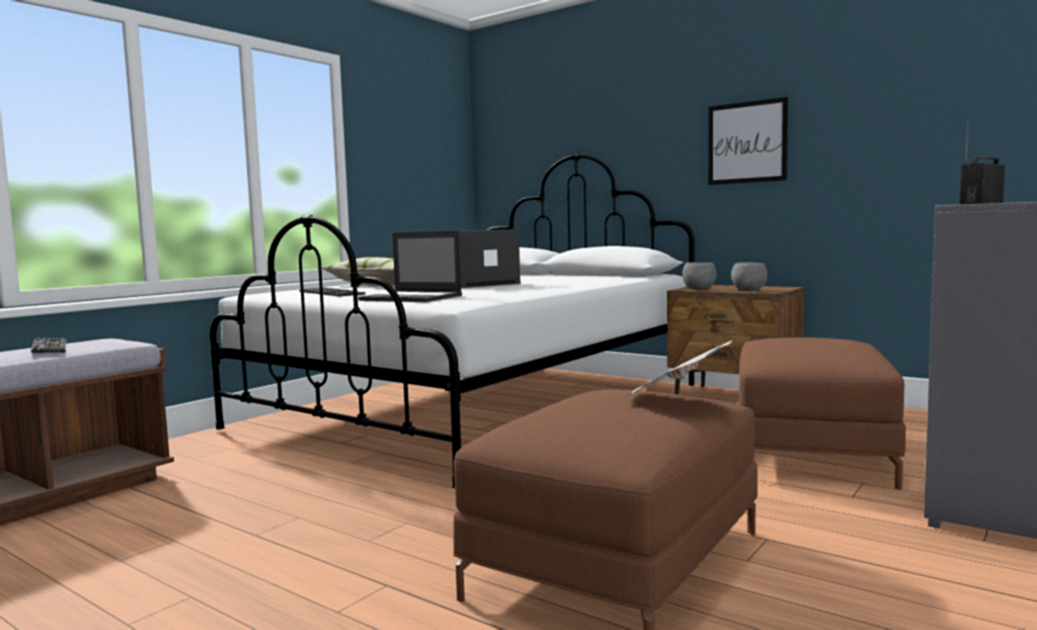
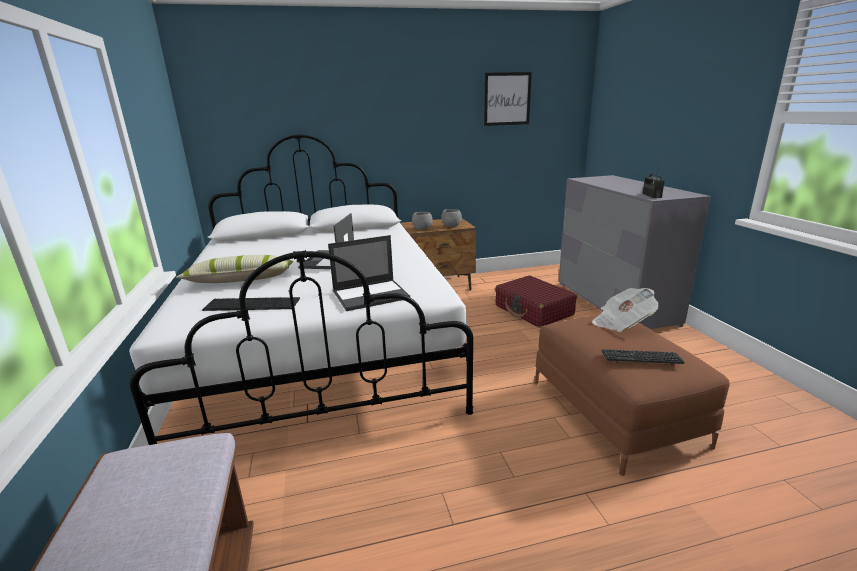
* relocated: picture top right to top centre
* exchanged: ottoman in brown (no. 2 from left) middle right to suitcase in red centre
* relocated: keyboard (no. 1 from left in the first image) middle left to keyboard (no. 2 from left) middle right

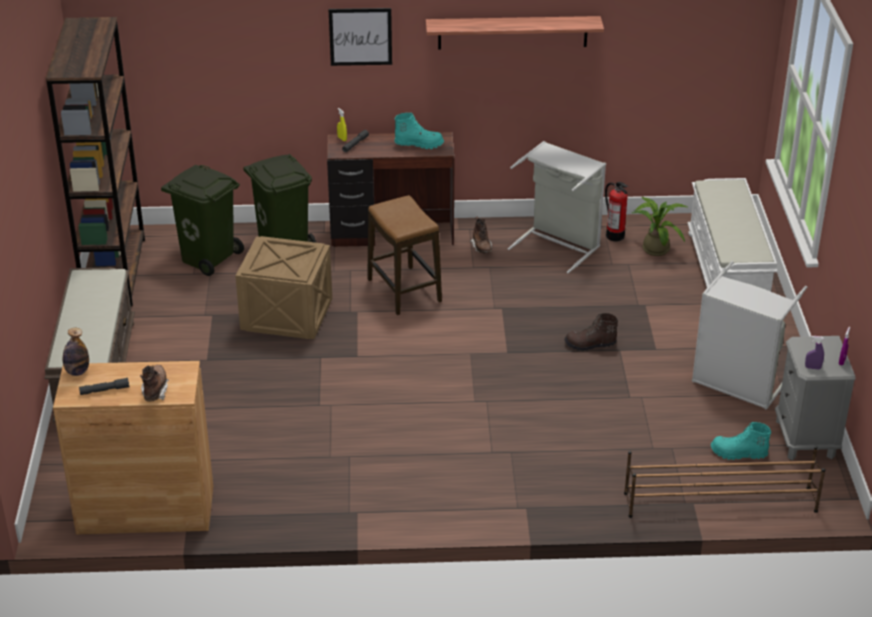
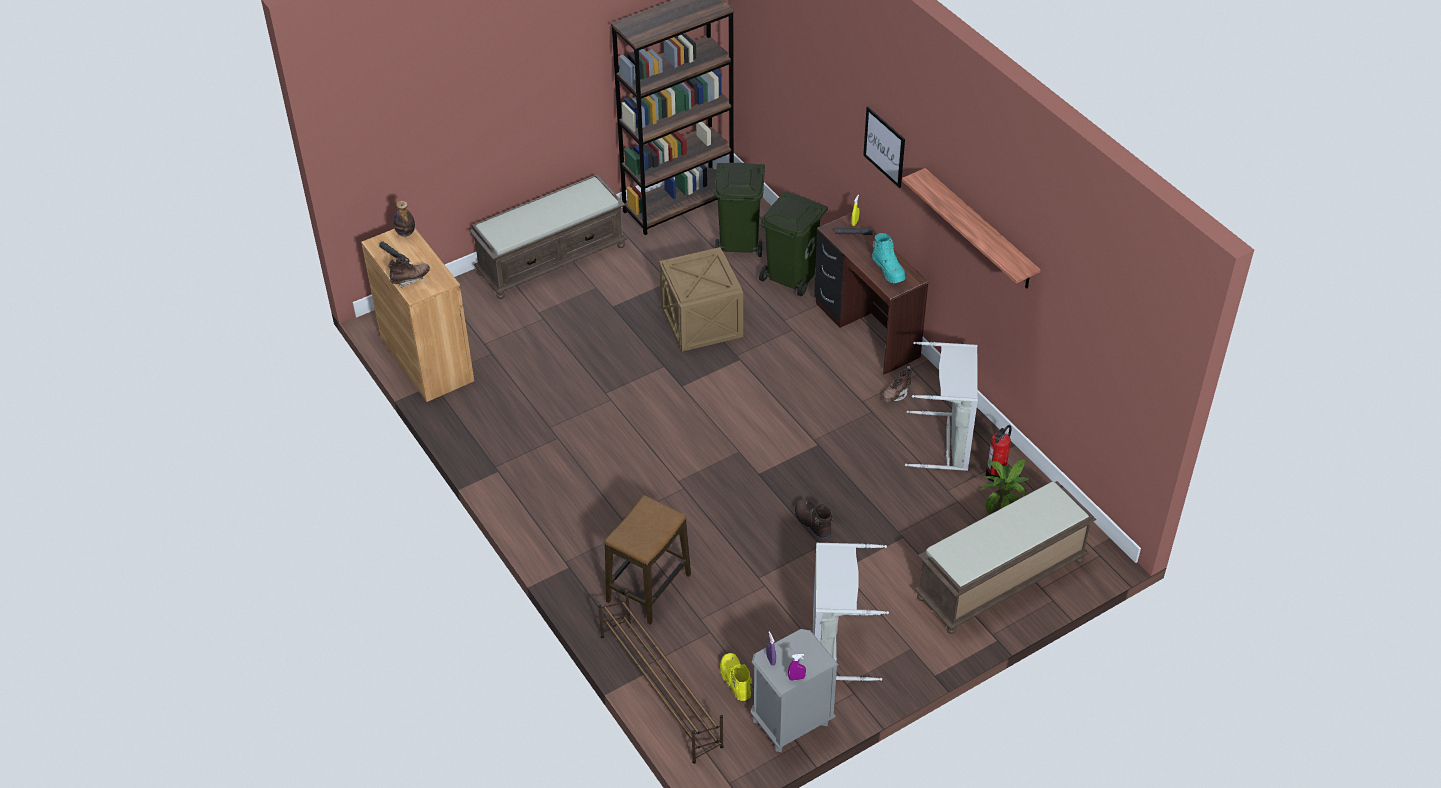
* relocated: stool centre to bottom centre
* colour: boot in turquoise (no. 2 from left) bottom right to boot in yellow bottom centre
* colour: bench in white middle right to bench in brown (no. 2 from left) bottom right

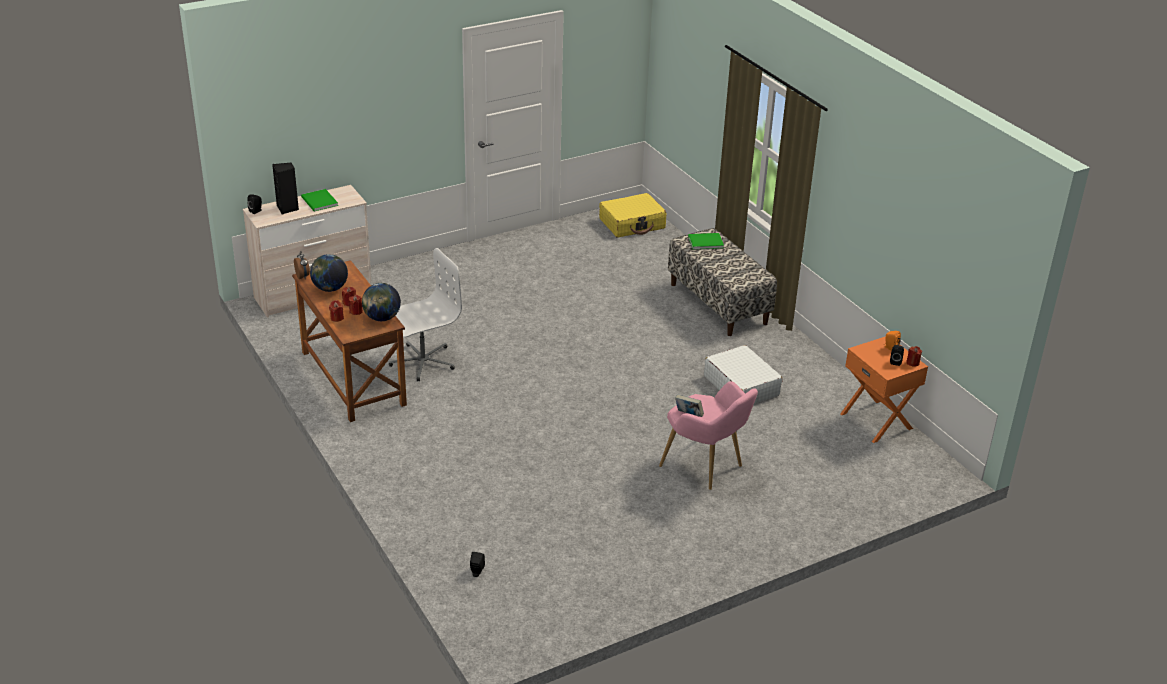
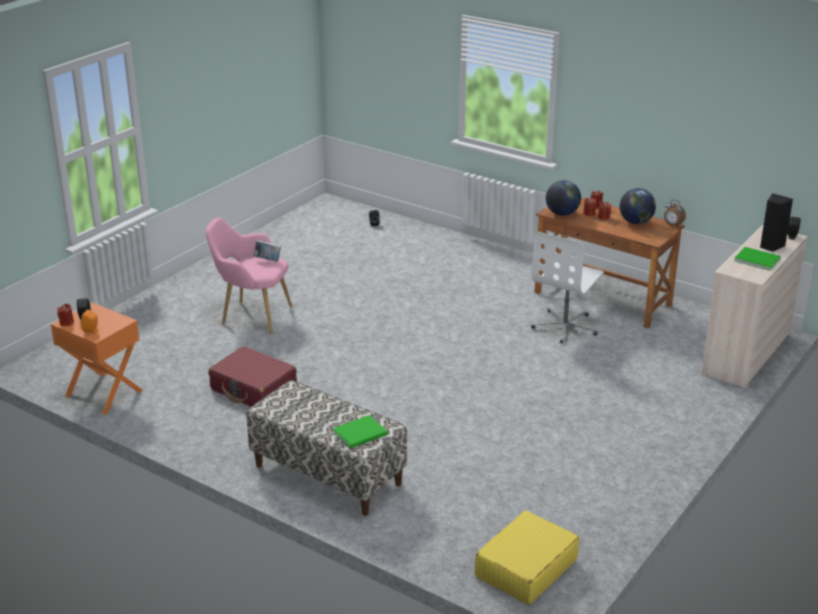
* colour: suitcase in white centre to suitcase in red middle left

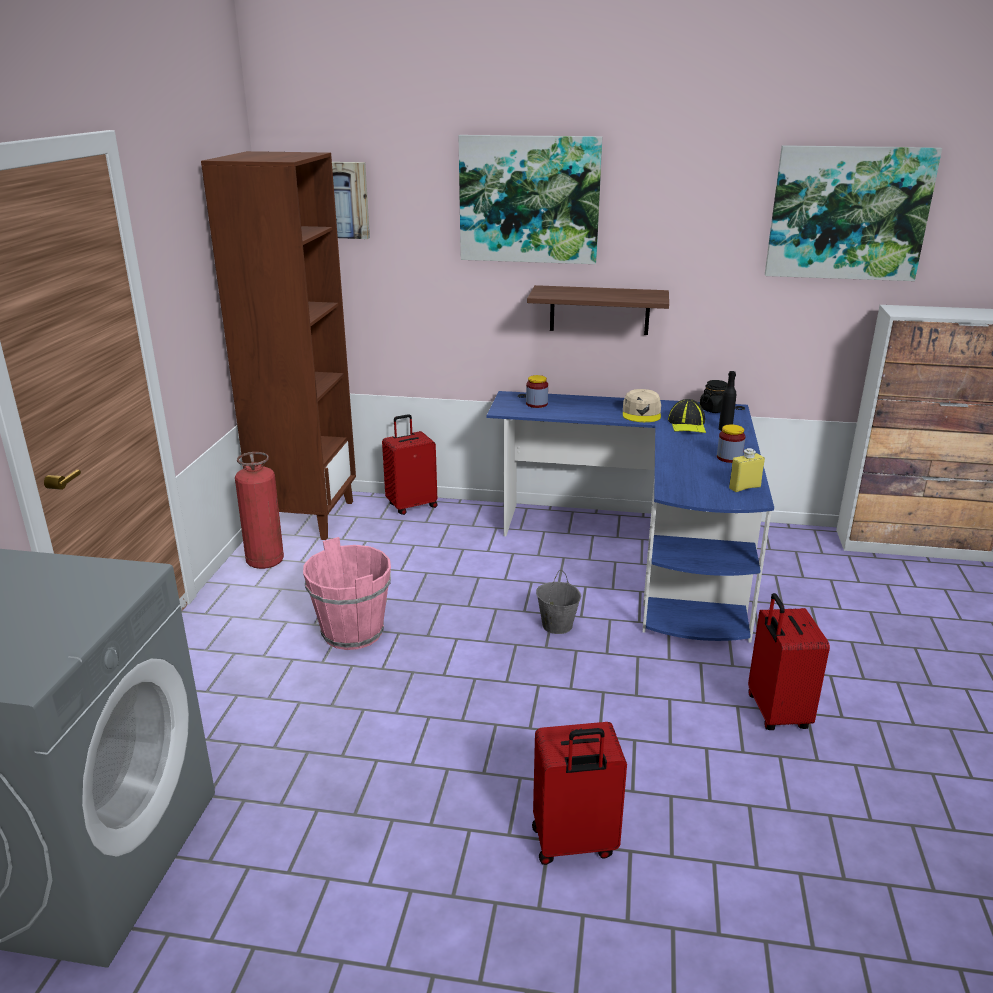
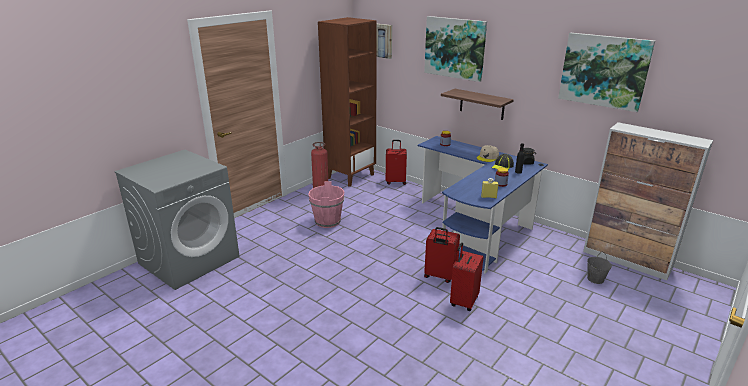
* relocated: suitcase in red (no. 2 from left) bottom centre to centre
* relocated: bucket in grey centre to bottom right

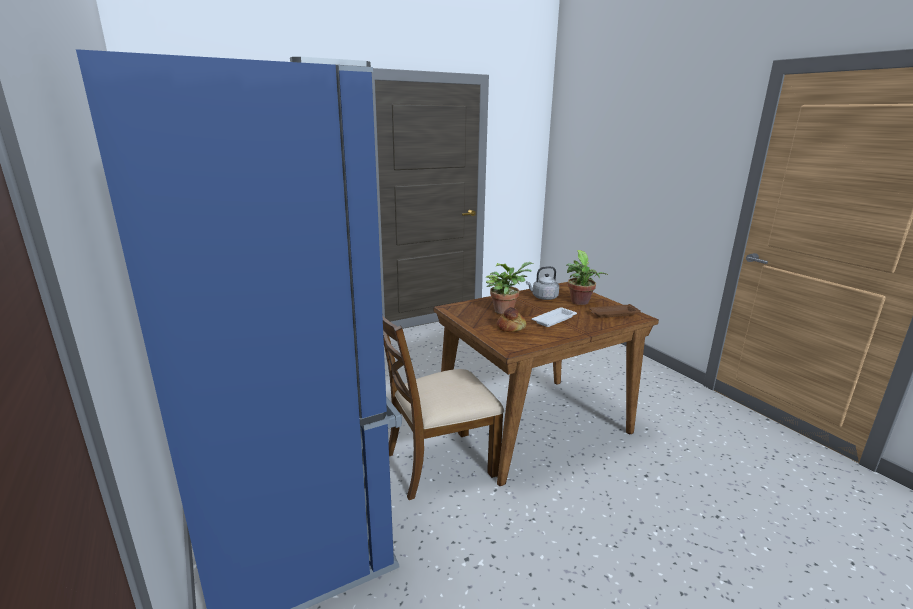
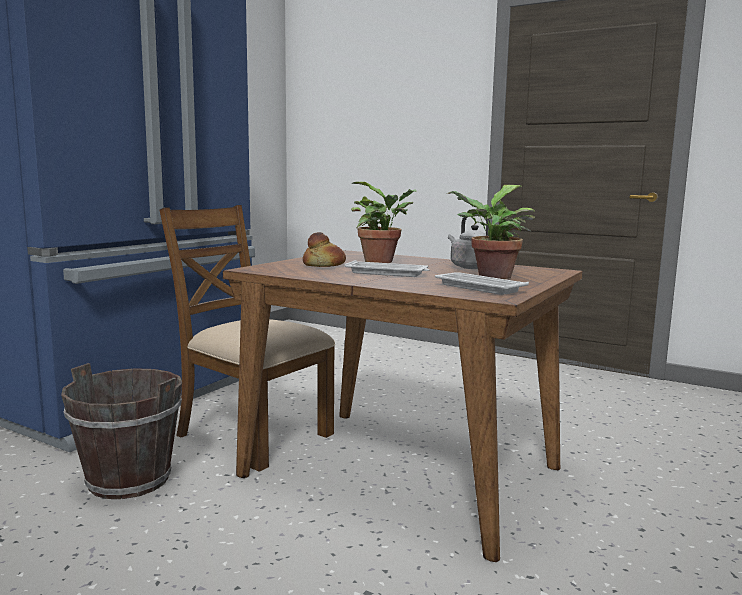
* appeared: bucket in brown bottom left
* colour: tray in brown middle right to tray in white (no. 2 from left) centre

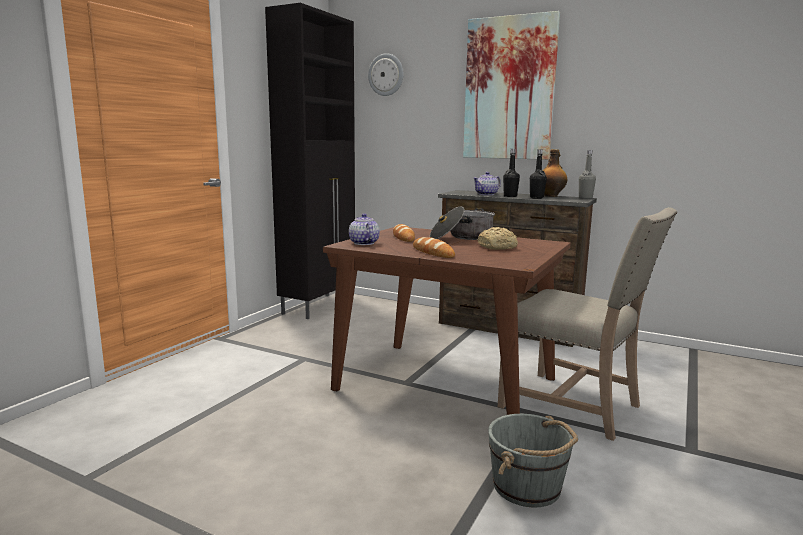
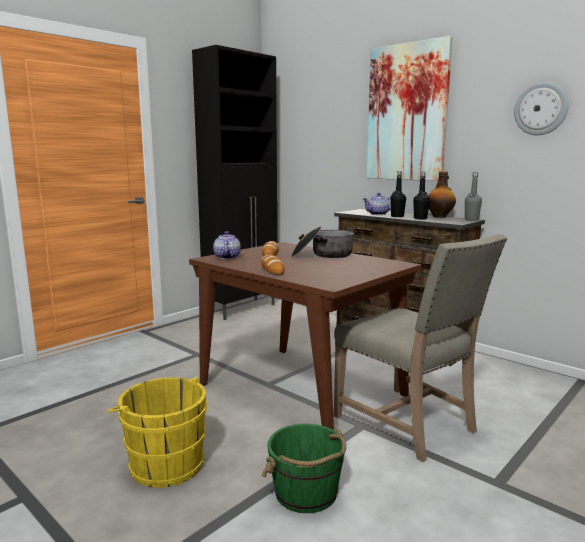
* appeared: bucket in yellow bottom left
* colour: bucket in grey bottom centre to bucket in green bottom centre
* relocated: wall clock top centre to top right
* missing: bread (no. 3 from left) centre

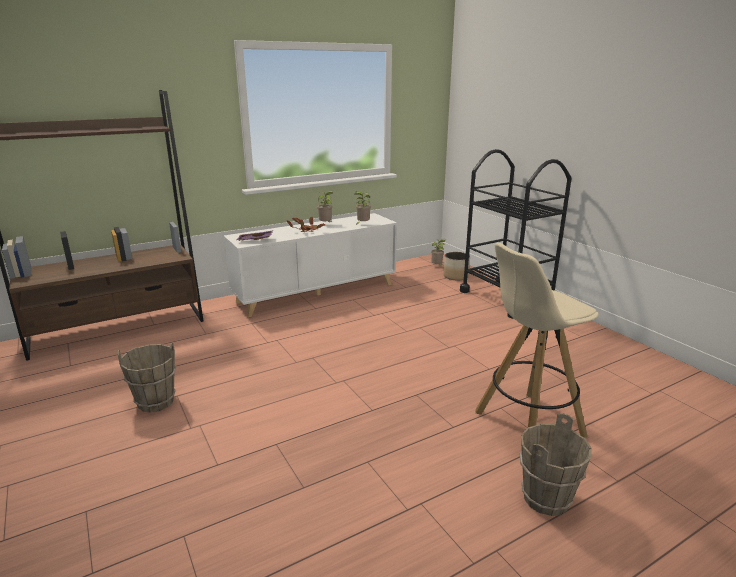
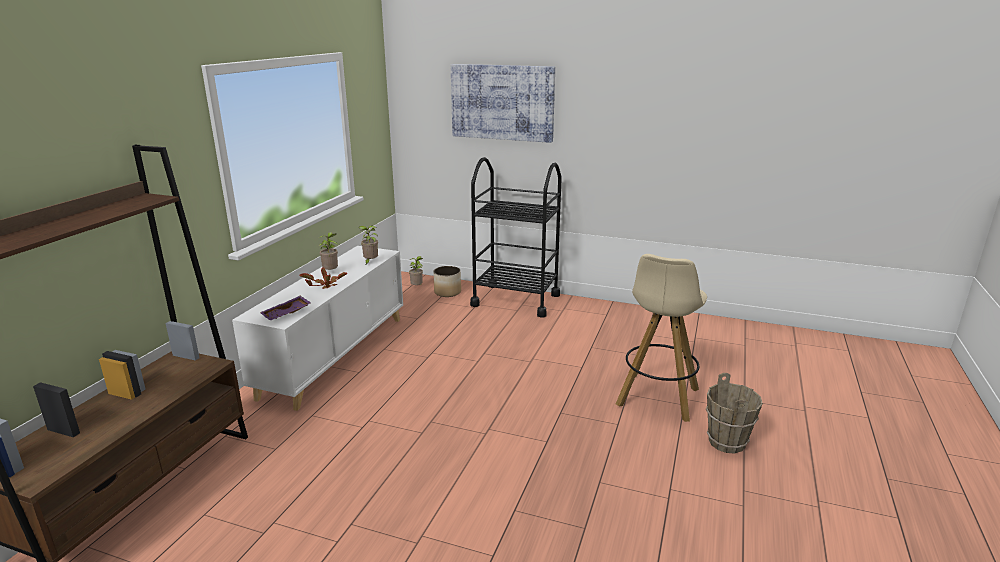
* appeared: picture top centre
* missing: bucket in brown (no. 1 from left) middle left

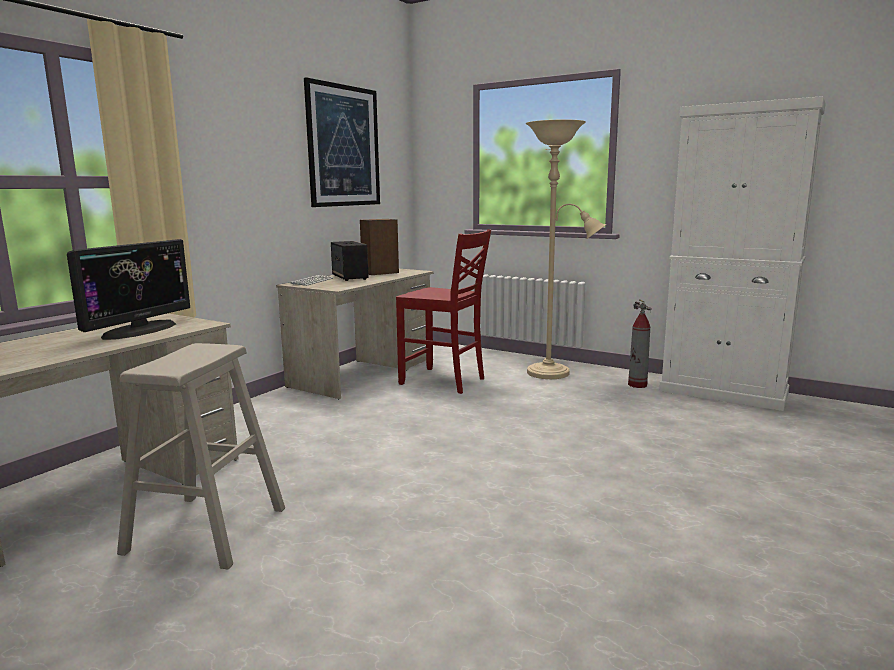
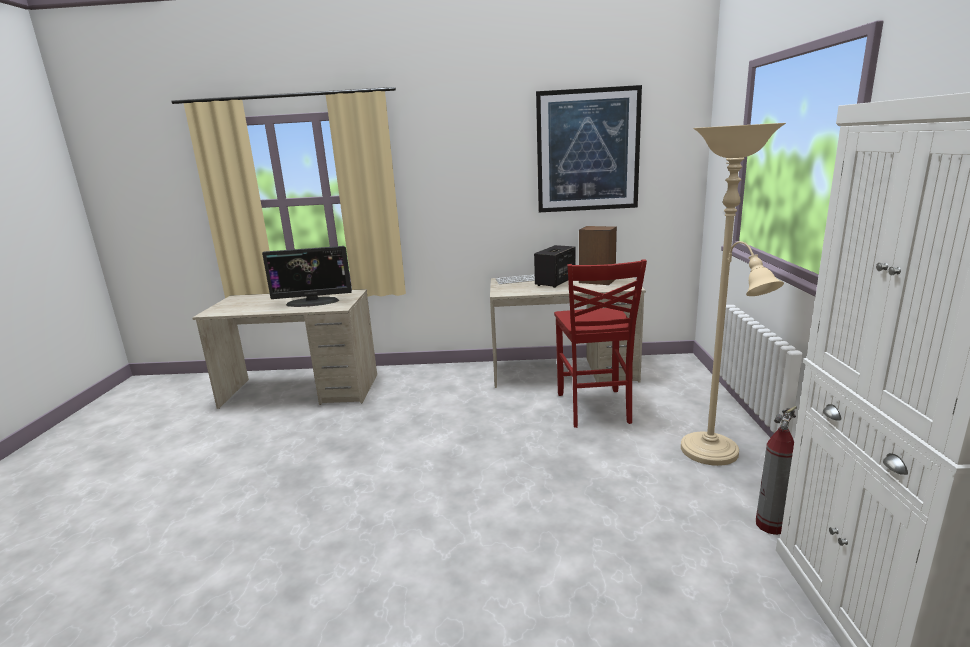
* missing: stool in beige bottom left

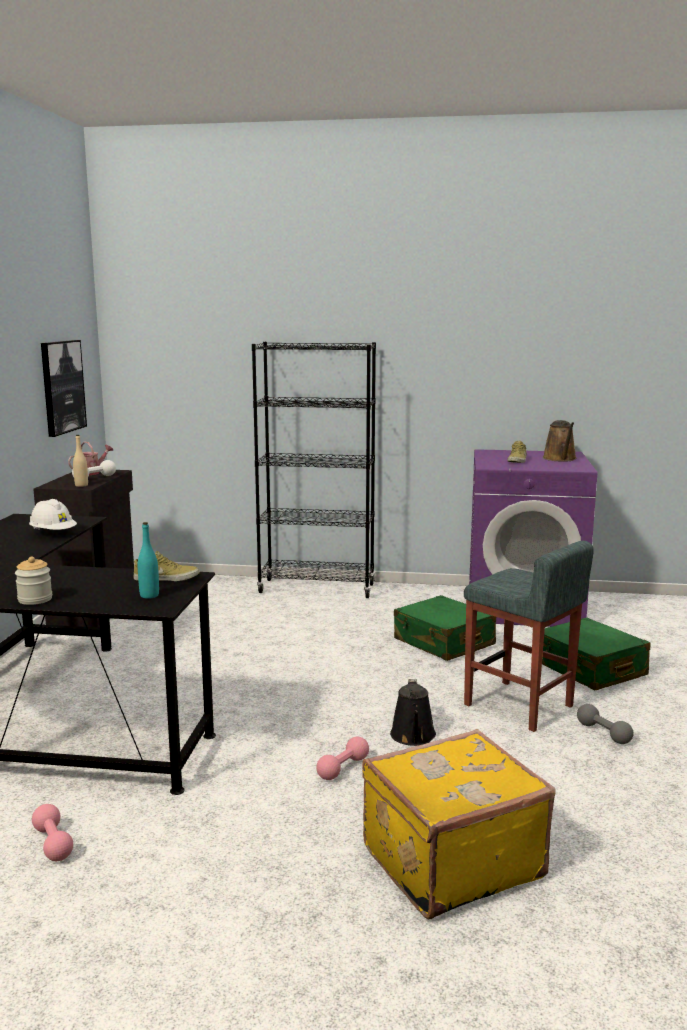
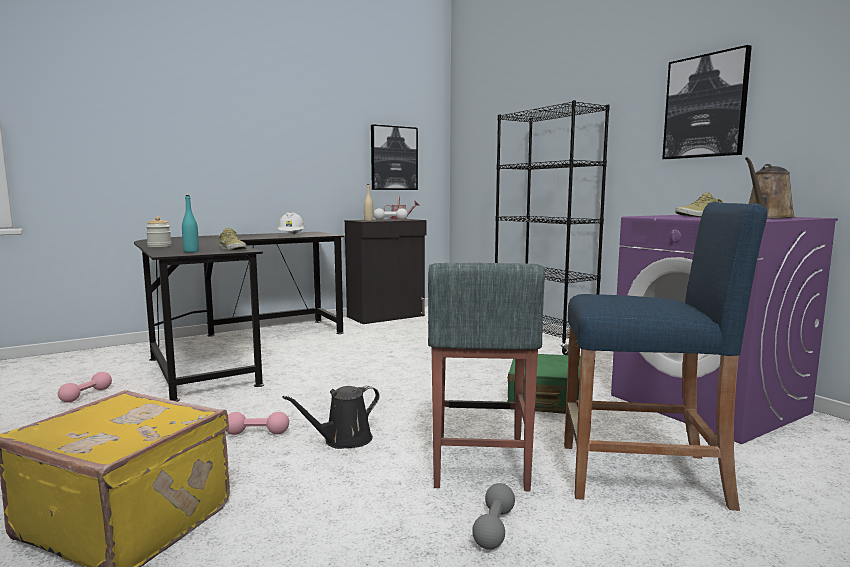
* exchanged: suitcase in green (no. 2 from left) middle right to stool in blue middle right
* appeared: picture (no. 2 from left) top right

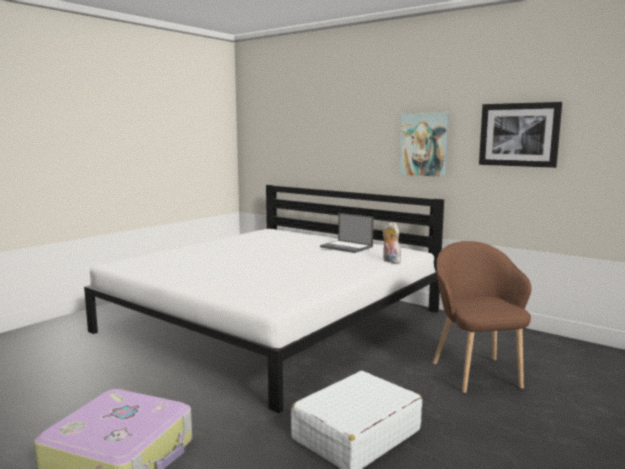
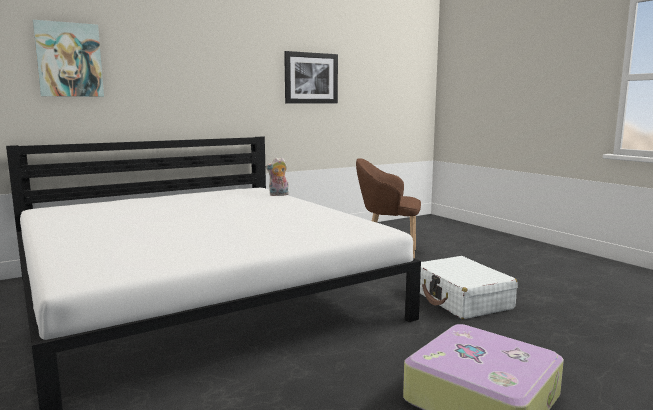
* relocated: picture (no. 1 from left) top right to top left
* missing: laptop centre

